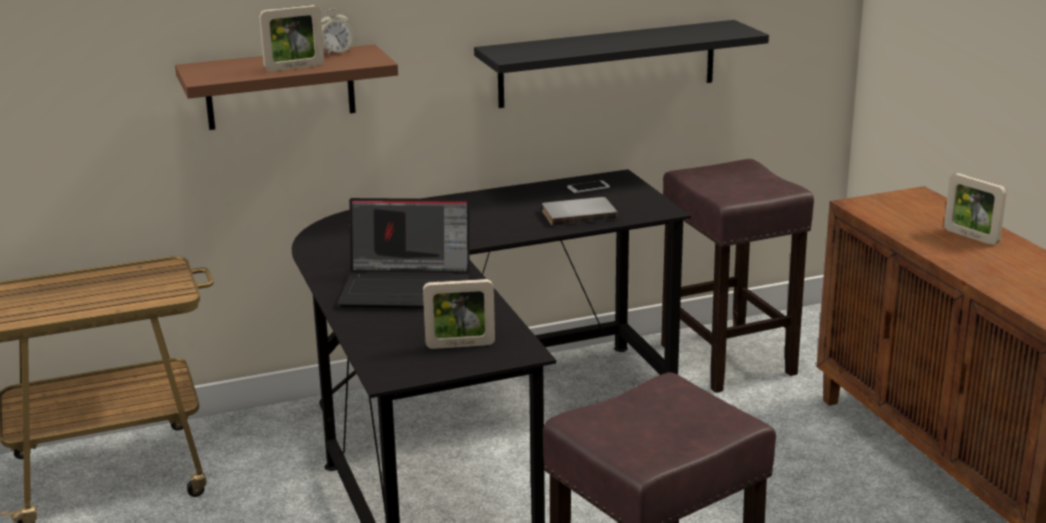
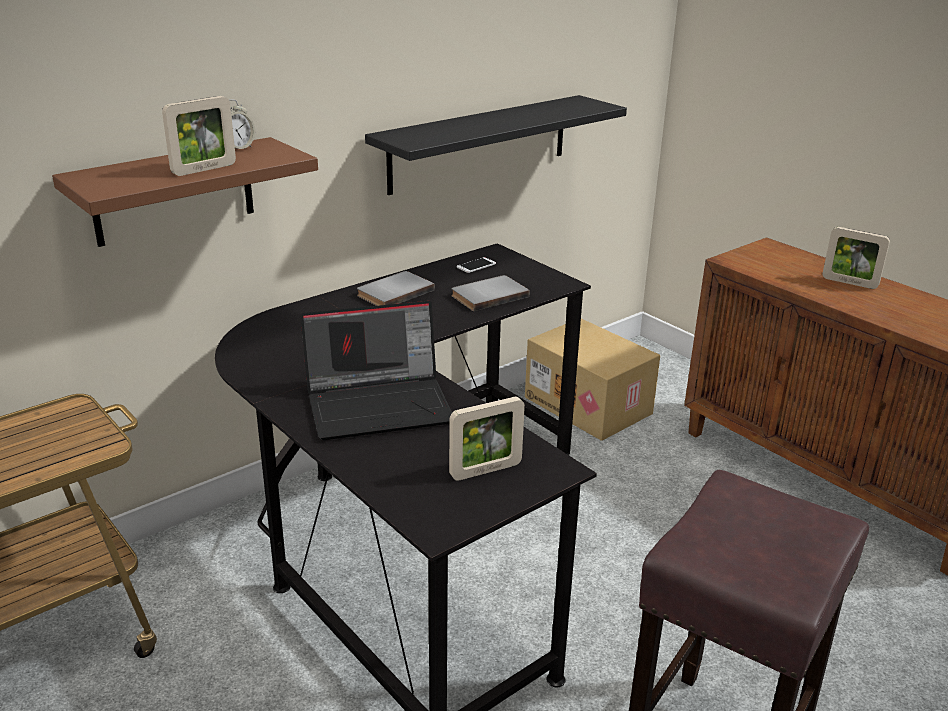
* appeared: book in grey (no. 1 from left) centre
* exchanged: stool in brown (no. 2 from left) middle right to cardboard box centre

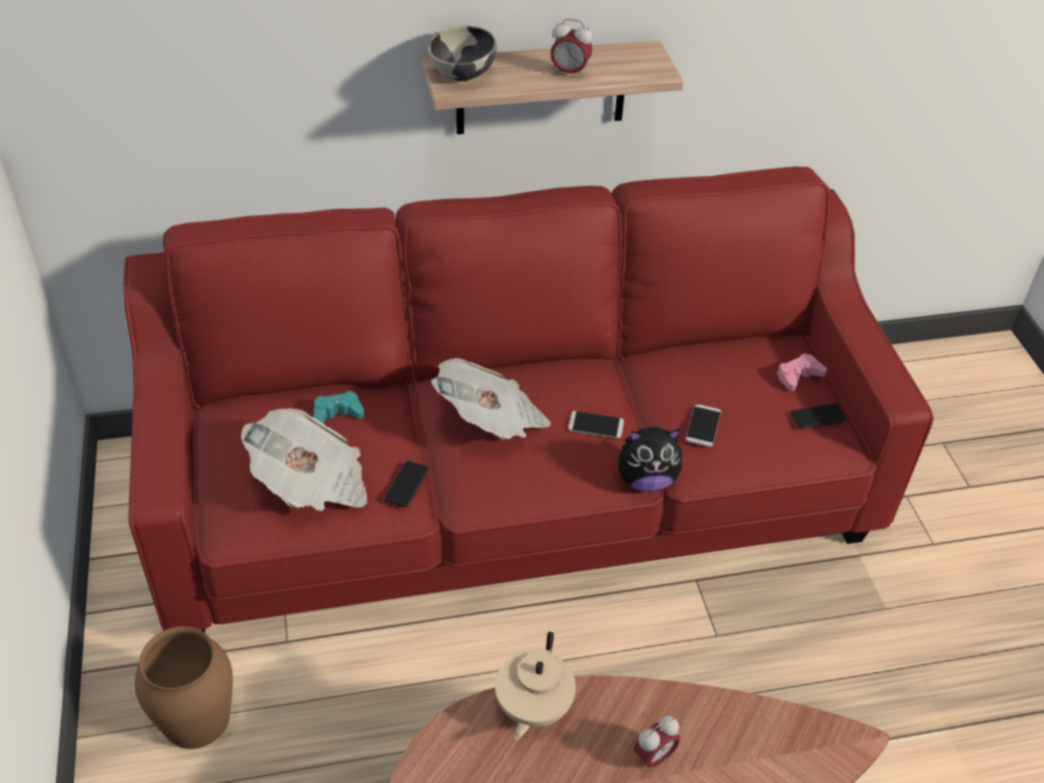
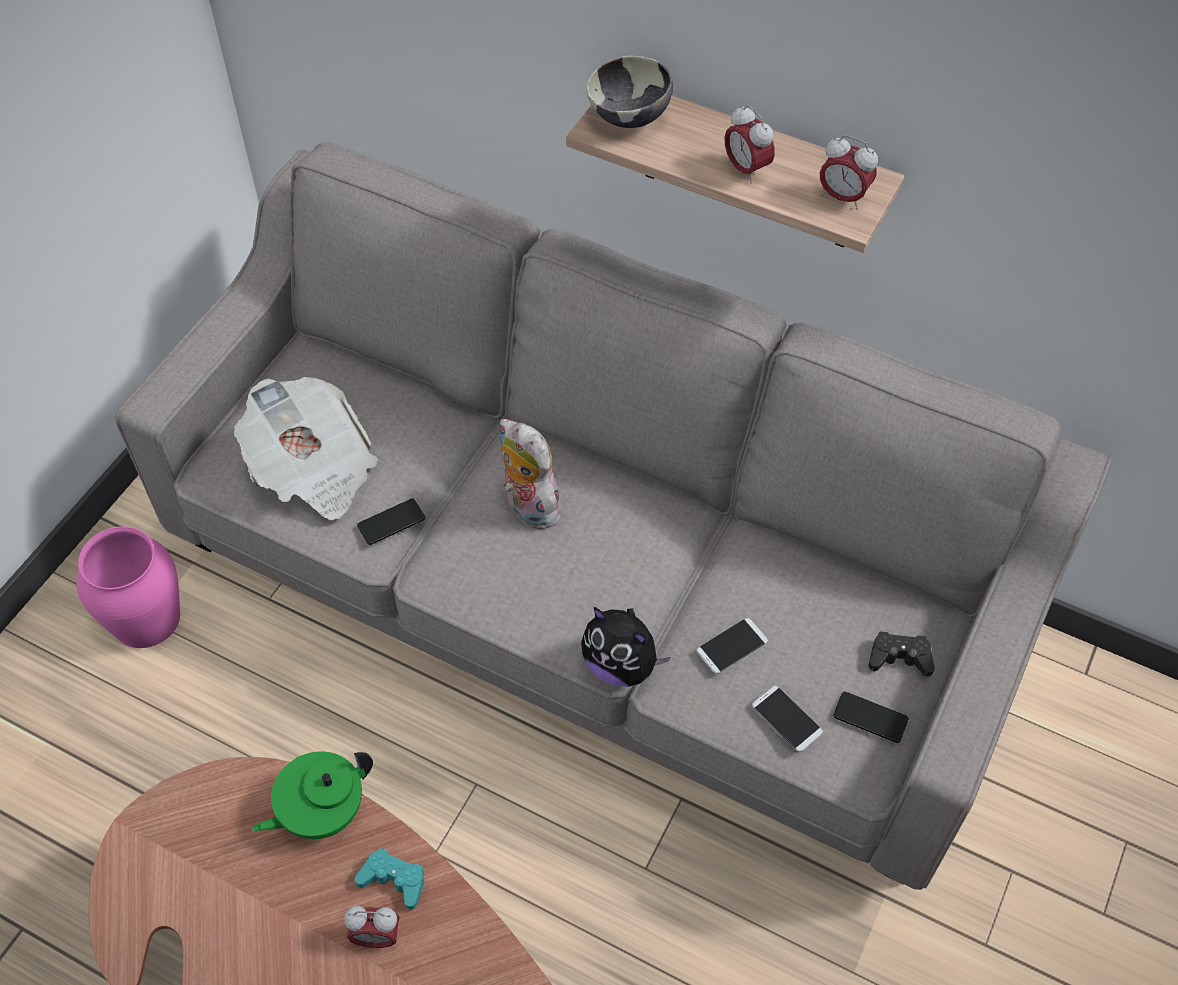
* colour: vase in brown bottom left to vase in pink middle left
* colour: sofa in red centre to sofa in grey centre
* colour: teapot in beige bottom centre to teapot in green bottom left
* relocated: game controller in turquoise middle left to bottom left
* exchanged: newspaper (no. 2 from left) centre to plush toy (no. 1 from left) centre
* relocated: phone (no. 2 from left in the first image) centre to phone (no. 3 from left) bottom right
* appeared: alarm clock (no. 3 from left) top right
* colour: game controller in pink middle right to game controller in black middle right

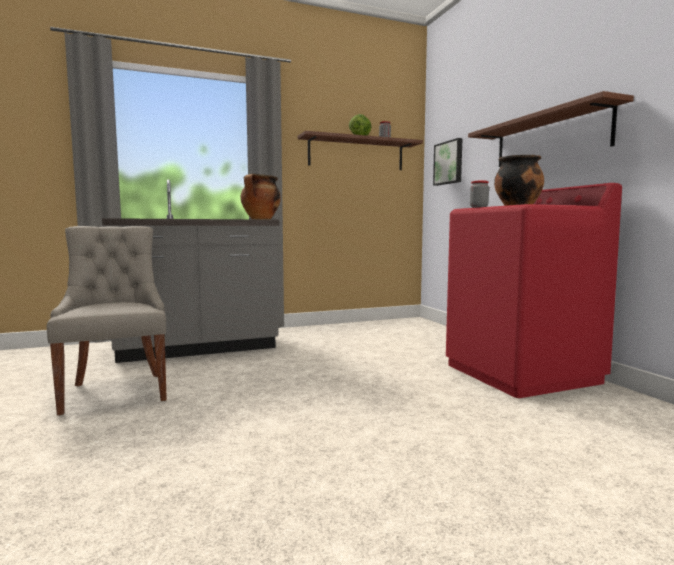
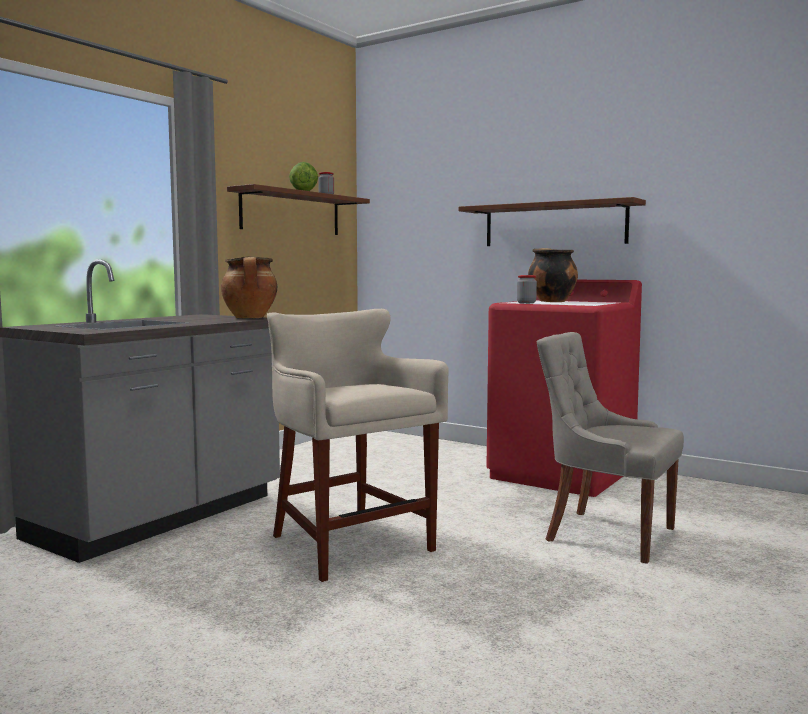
* appeared: stool in beige centre
* relocated: chair in grey middle left to middle right
* missing: picture top centre

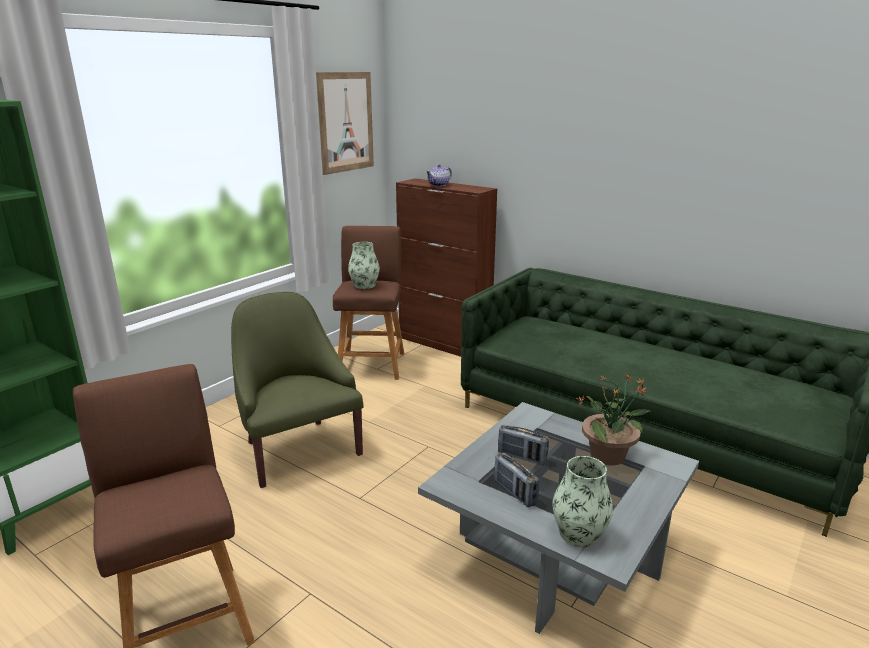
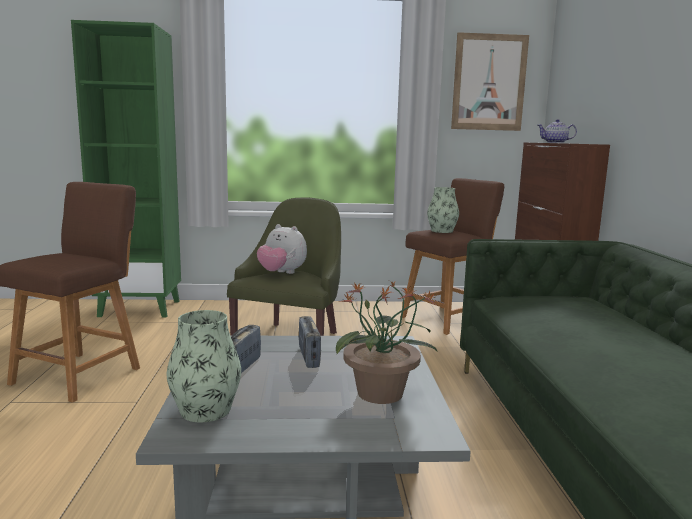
* appeared: plush toy centre

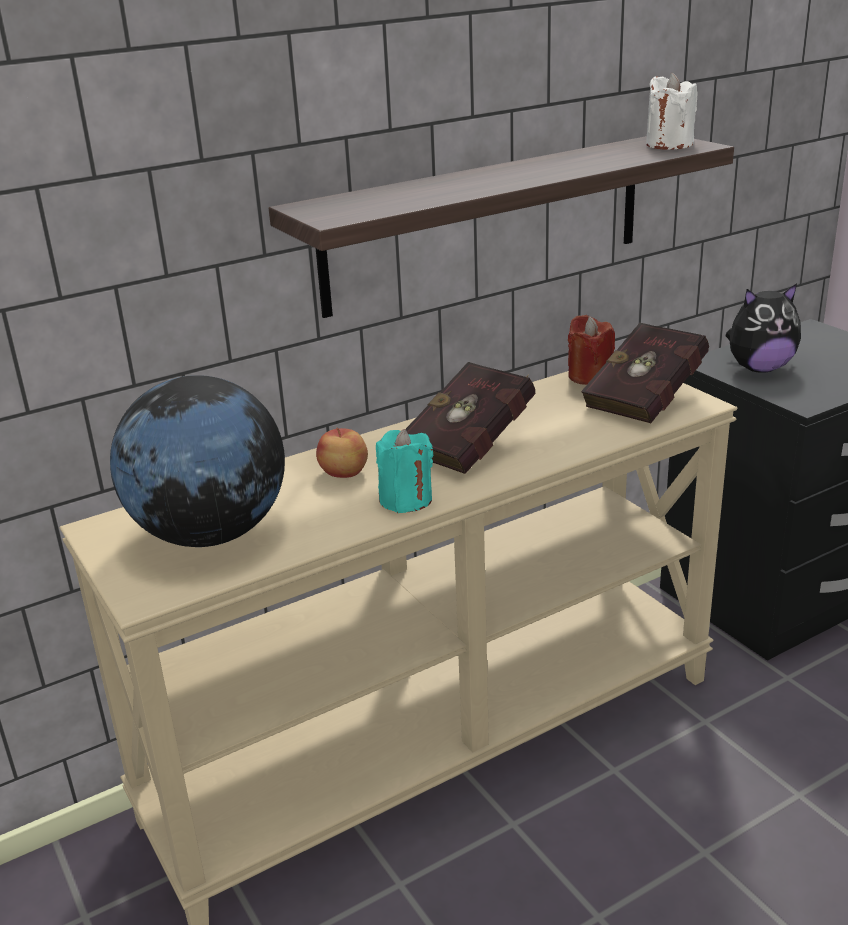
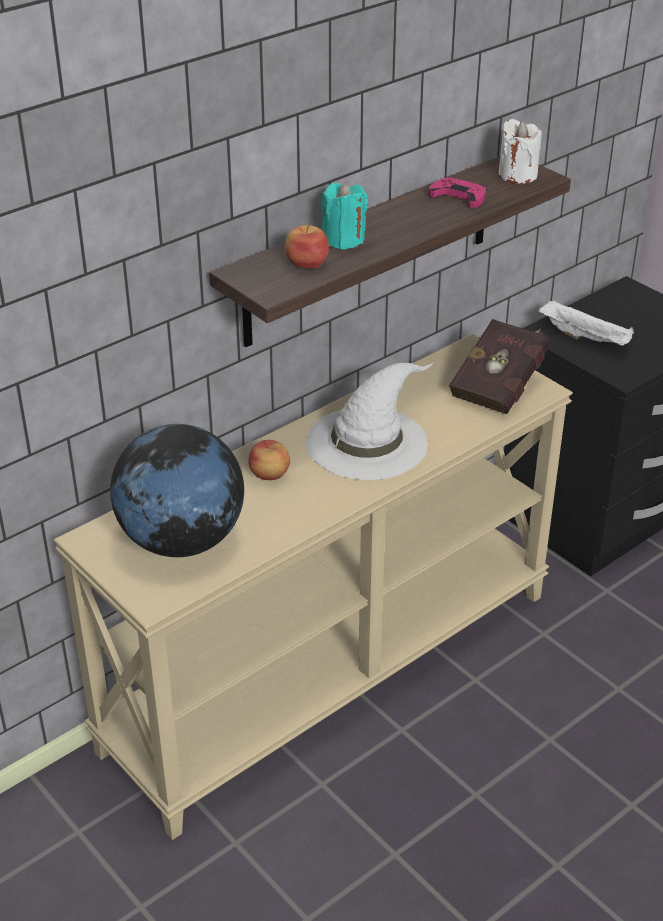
* appeared: apple (no. 2 from left) top centre
* exchanged: book in red (no. 1 from left) centre to hat in white centre
* relocated: candle in turquoise centre to top centre
* appeared: game controller in pink top right
* exchanged: plush toy middle right to tray in white middle right
* missing: candle in red middle right

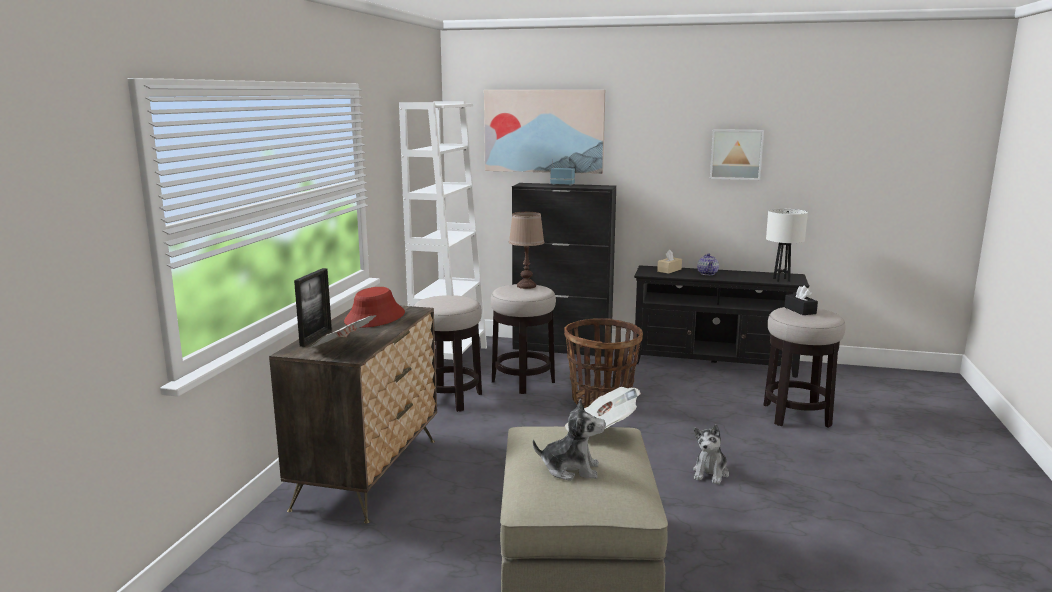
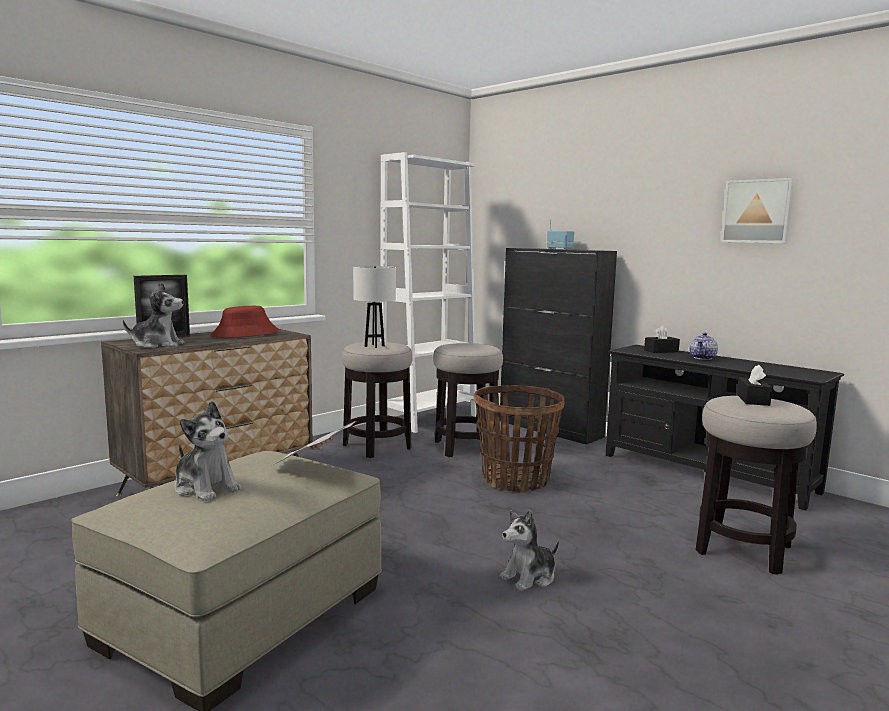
* exchanged: newspaper (no. 1 from left) middle left to plush toy (no. 1 from left) middle left
* relocated: table lamp in white middle right to centre
* colour: tissue box in beige centre to tissue box in black (no. 1 from left) middle right
* missing: picture (no. 1 from left) top centre
* missing: table lamp in brown centre

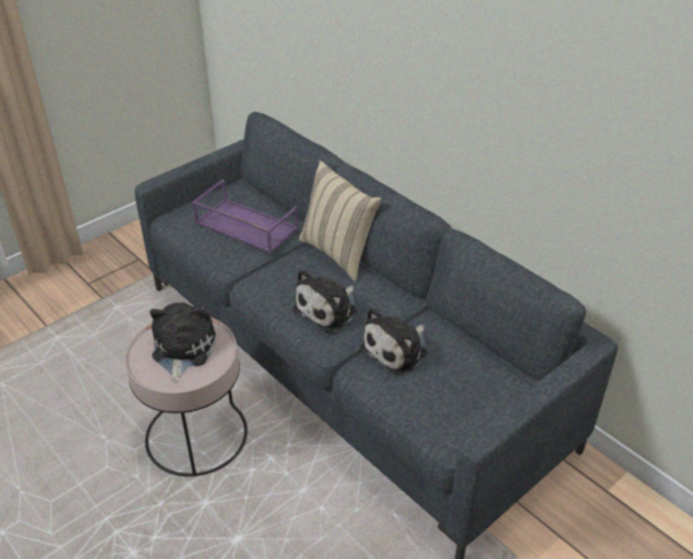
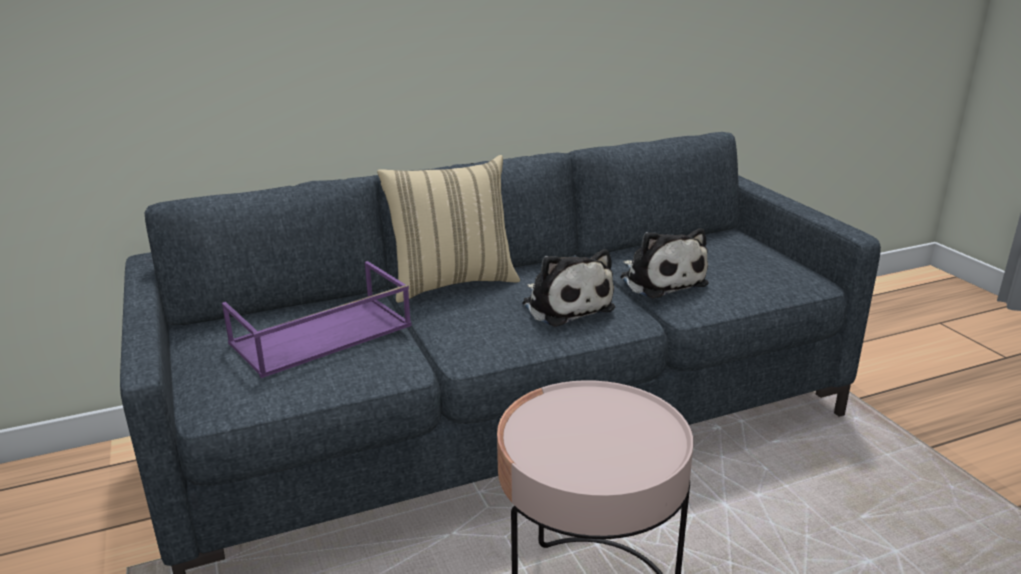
* missing: plush toy (no. 1 from left) middle left

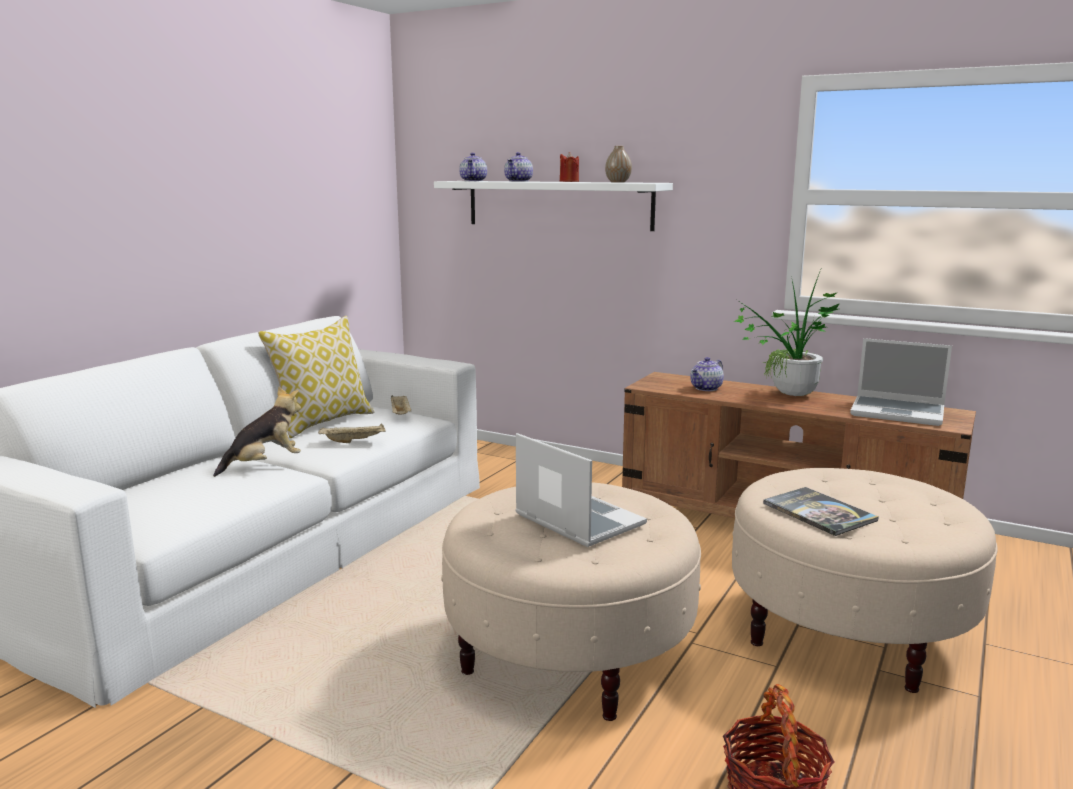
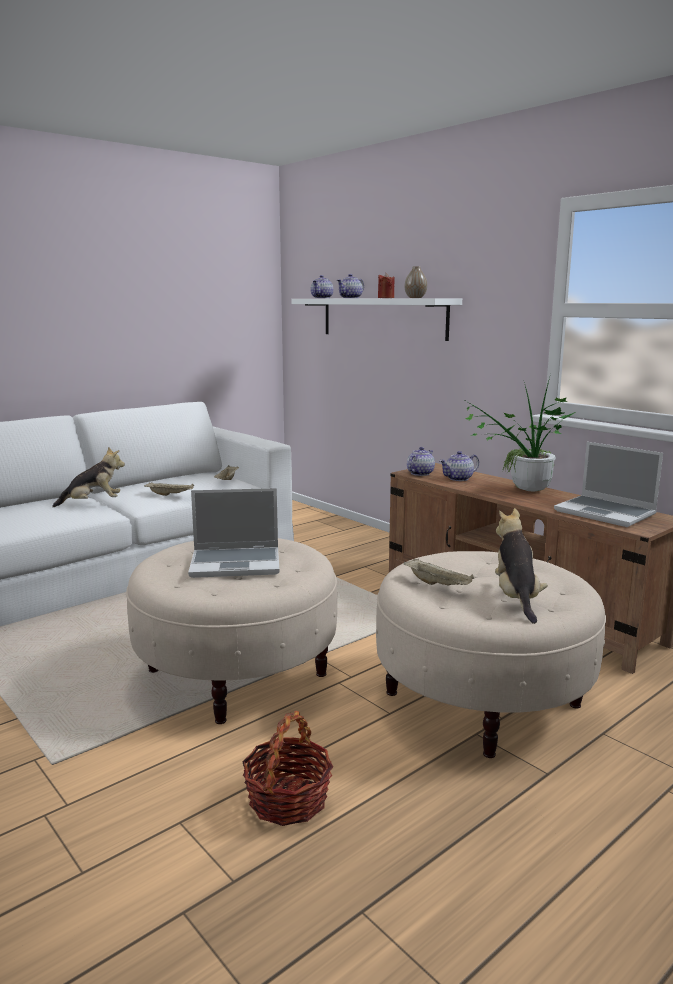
* spun: laptop (no. 1 from left) centre = centre 105 degrees clockwise
* exchanged: book middle right to tray in beige (no. 3 from left) centre
* appeared: teapot (no. 3 from left) centre
* appeared: plush toy (no. 2 from left) middle right
* missing: pillow middle left

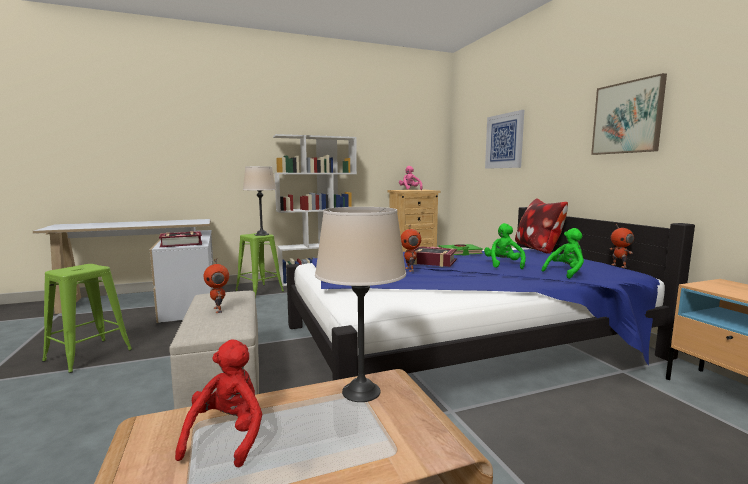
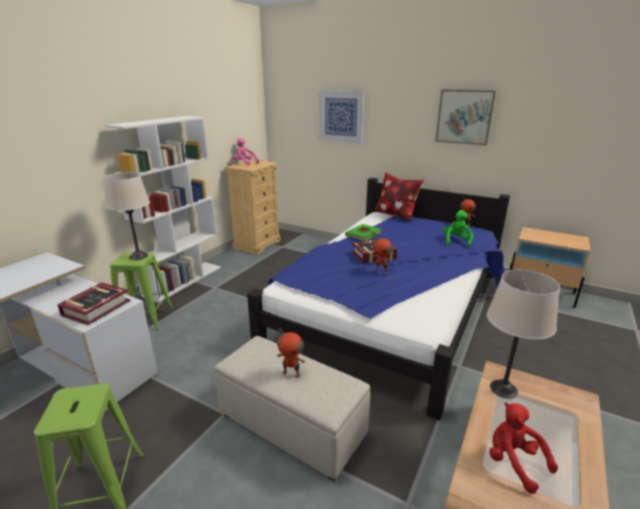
* missing: plush toy in green (no. 1 from left) middle right

